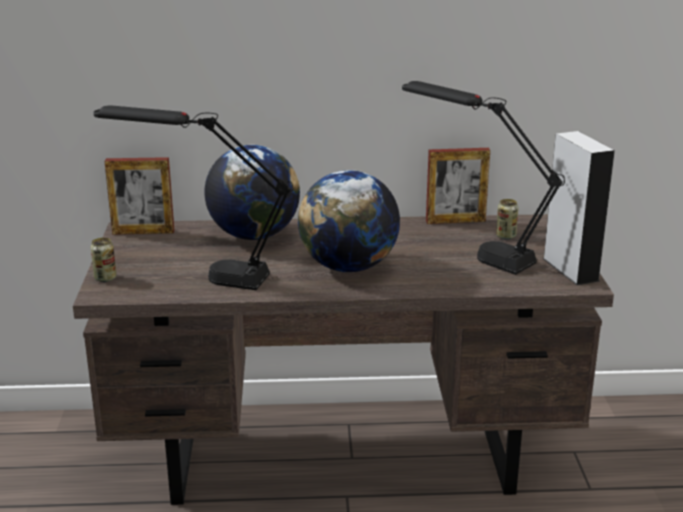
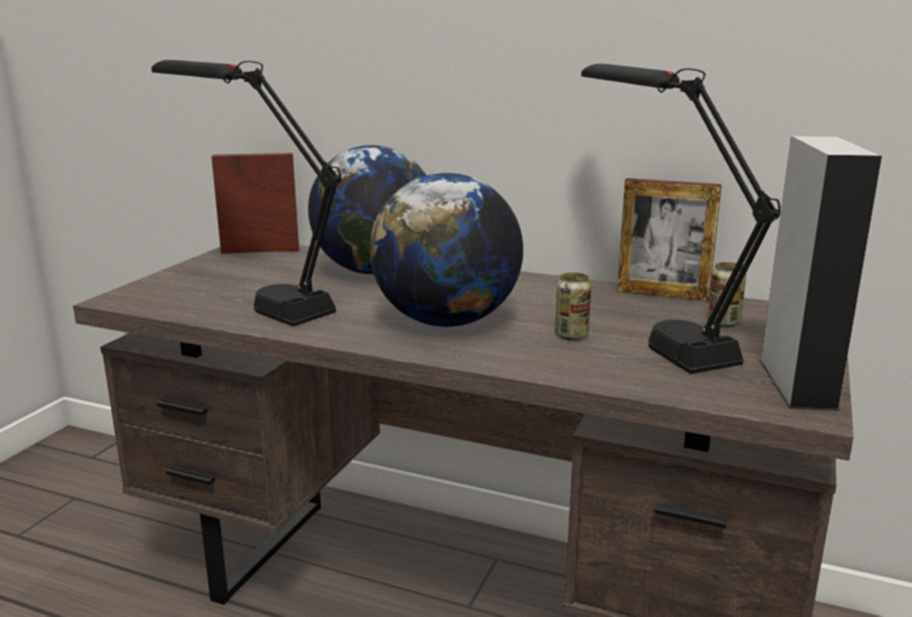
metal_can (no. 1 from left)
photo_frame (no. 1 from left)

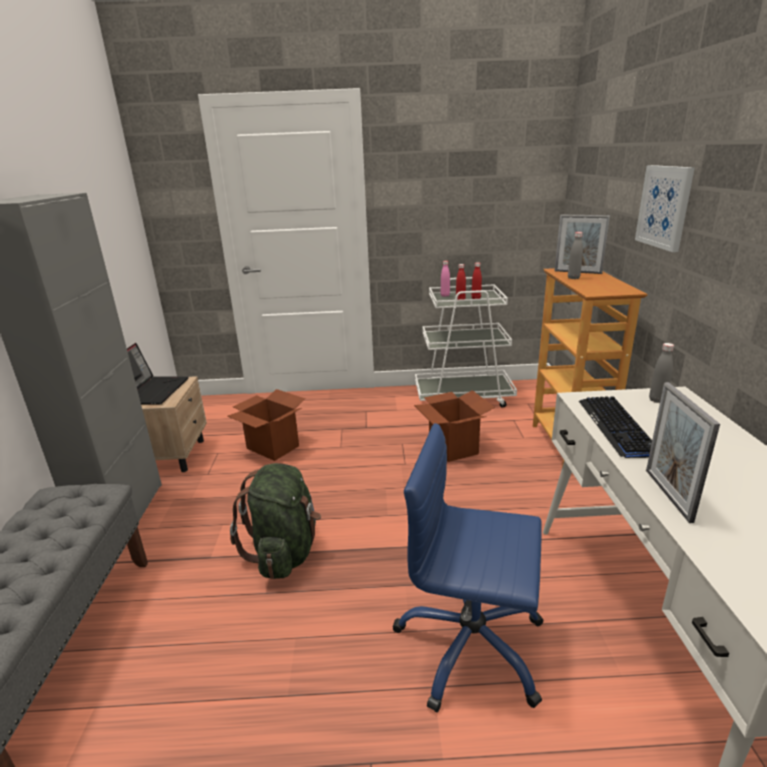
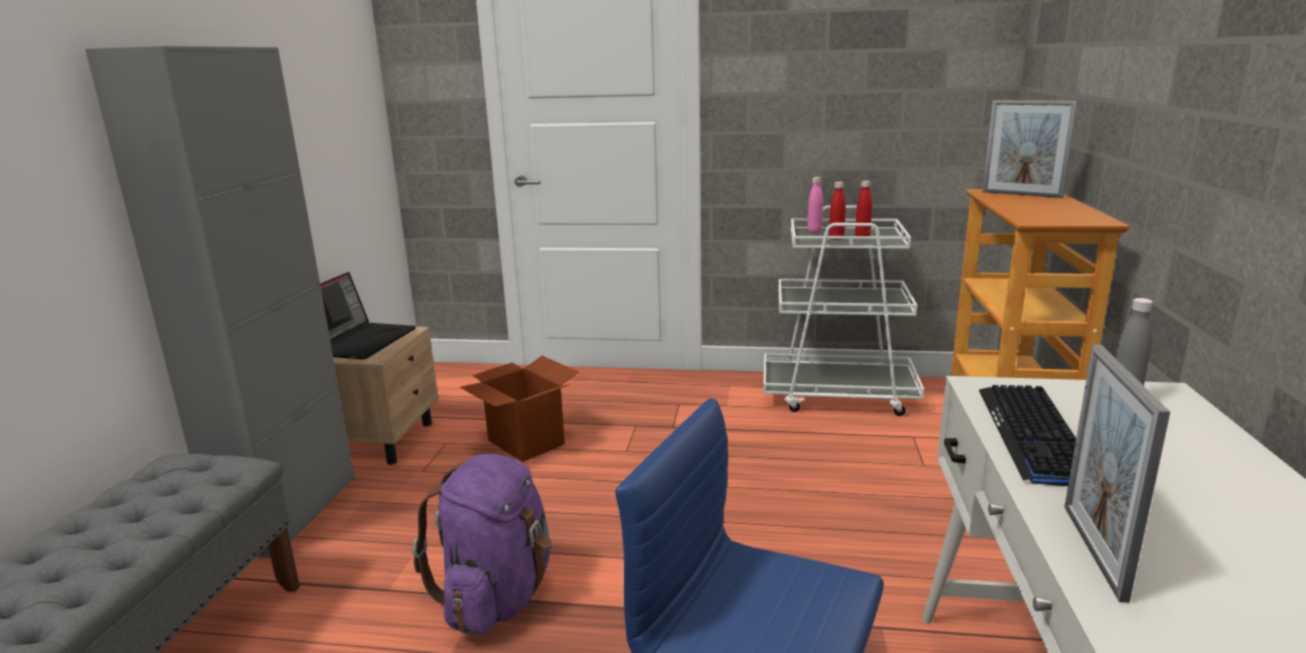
packing_box (no. 2 from left in the first image)
gray_bottle (no. 1 from left in the first image)
wall_picture
purple_backpack

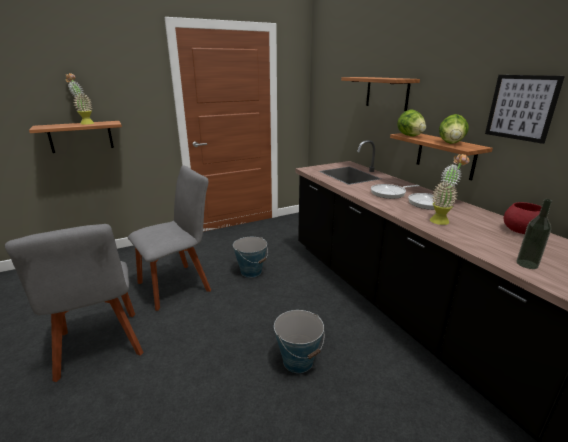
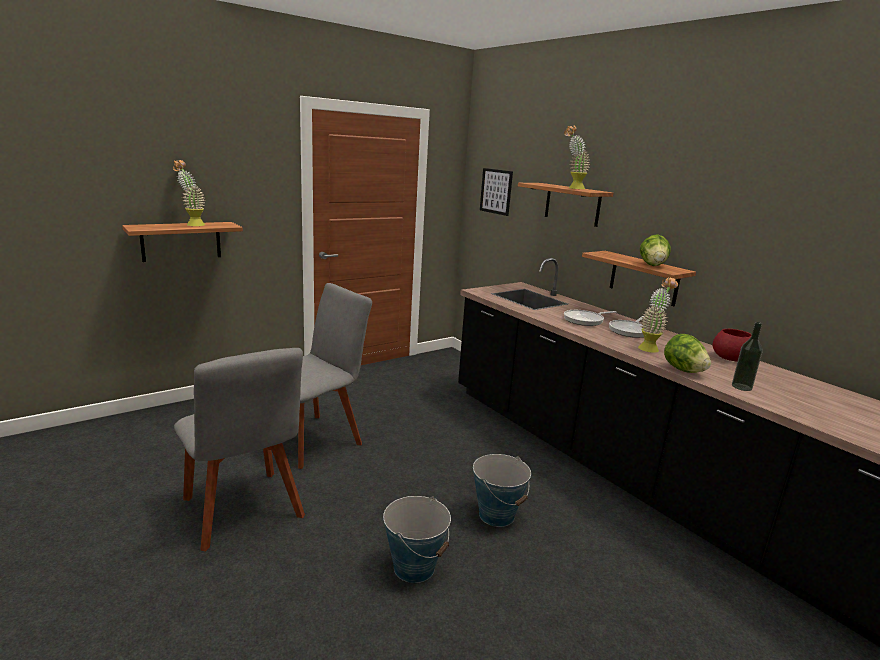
potted_plant (no. 2 from left)
water_bucket (no. 1 from left)
lettuce_head (no. 2 from left)
wall_picture

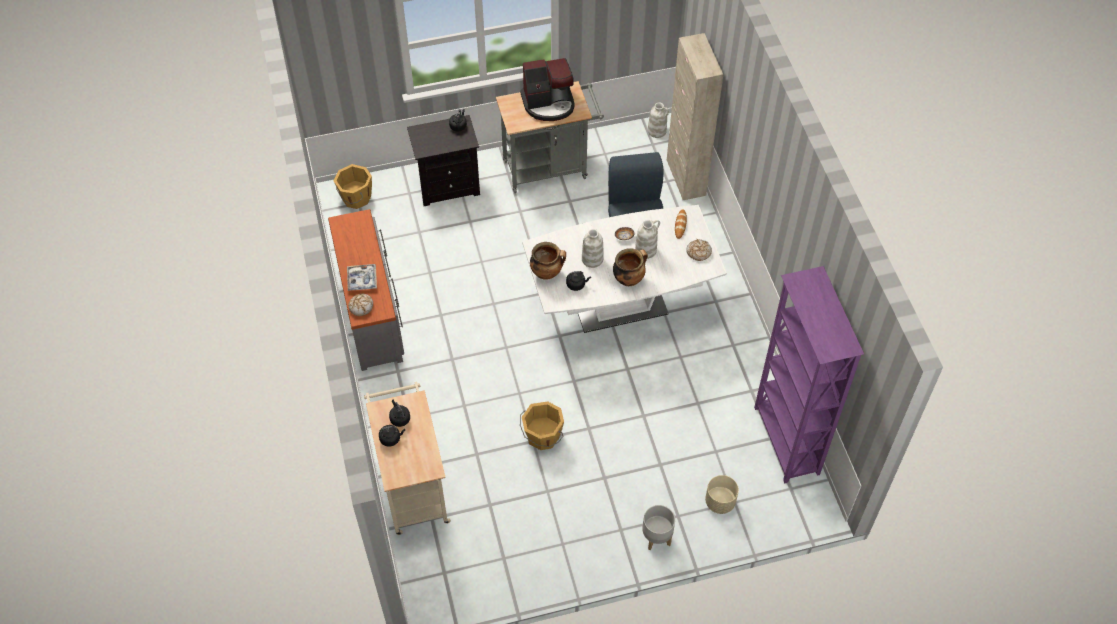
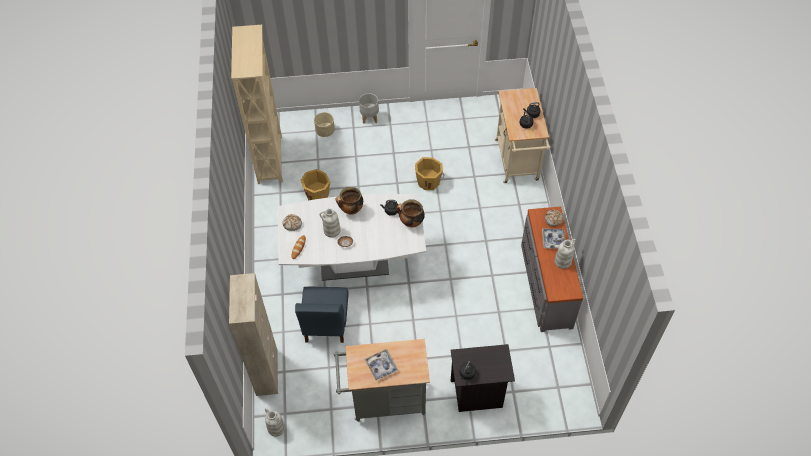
orangey_water_bucket (no. 1 from left)
white-coloured_vase (no. 3 from left)
serving_tray (no. 1 from left)
beige-coloured_bookshelf

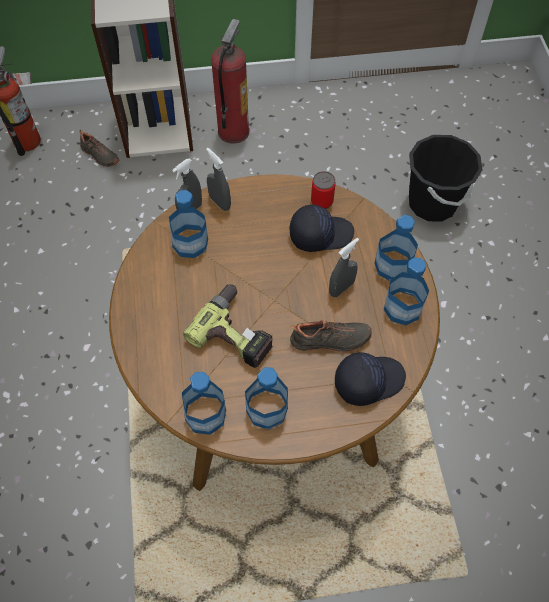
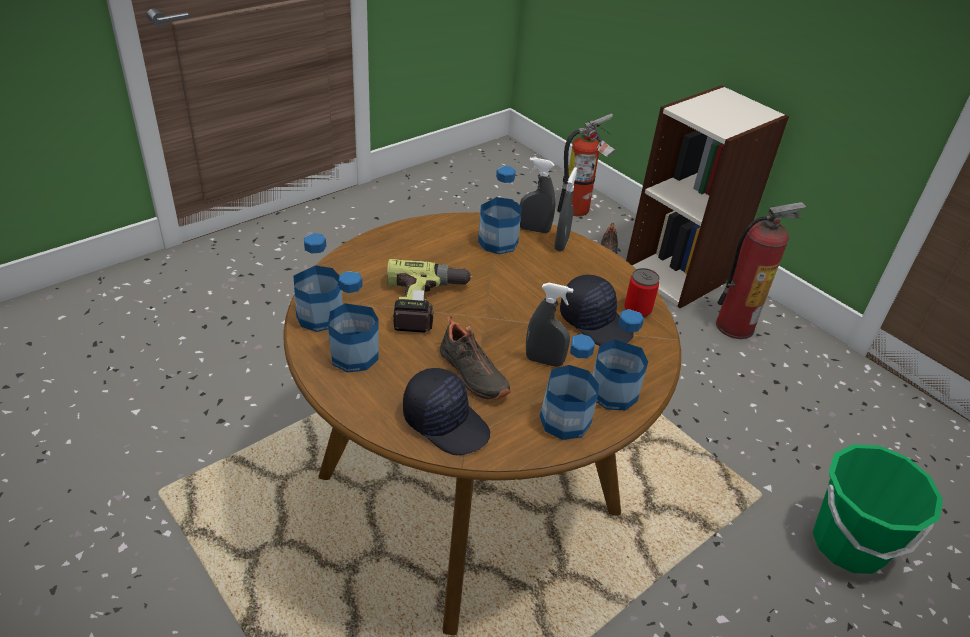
green-coloured_water_bucket

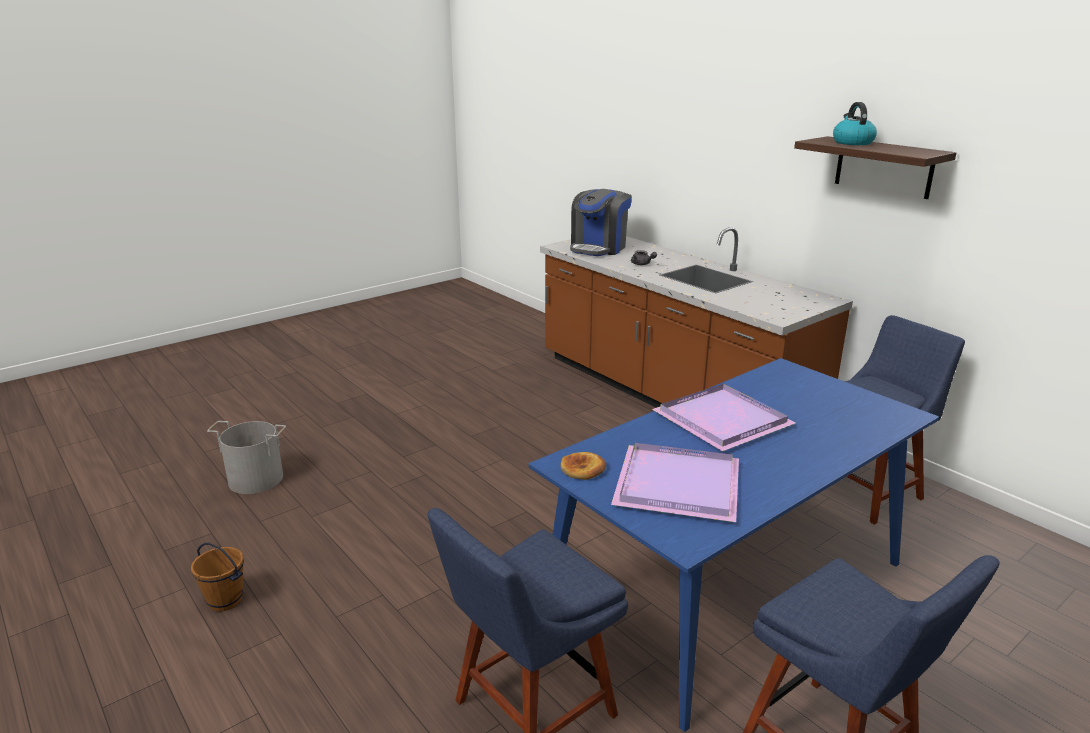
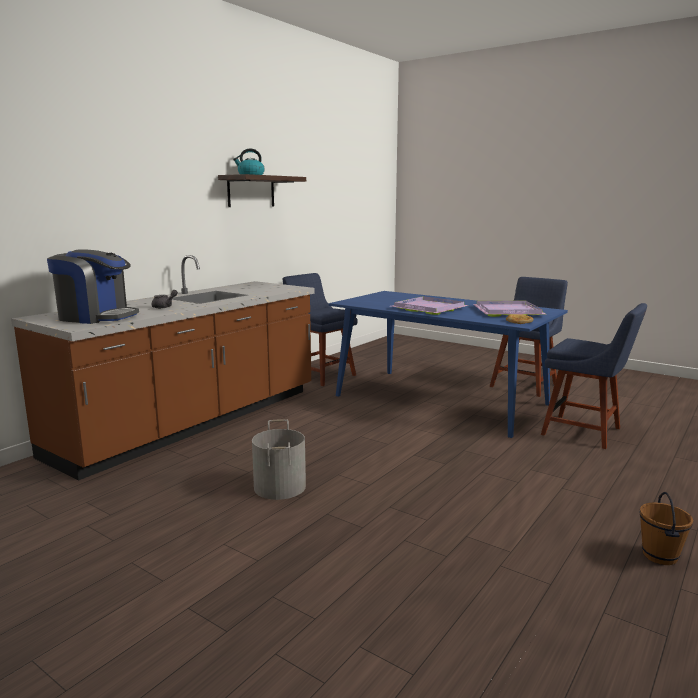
gray_water_bucket

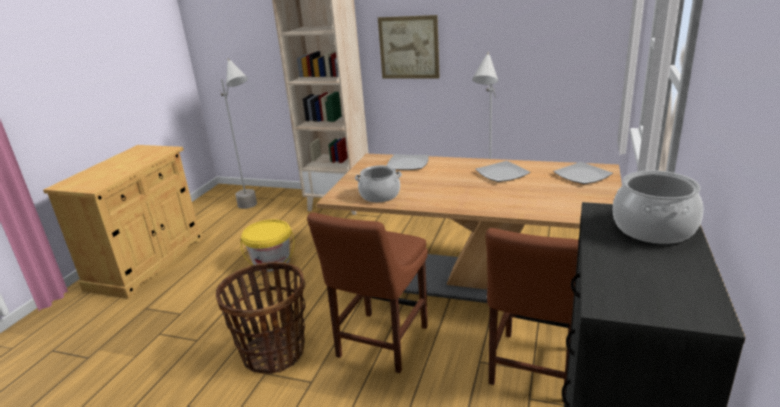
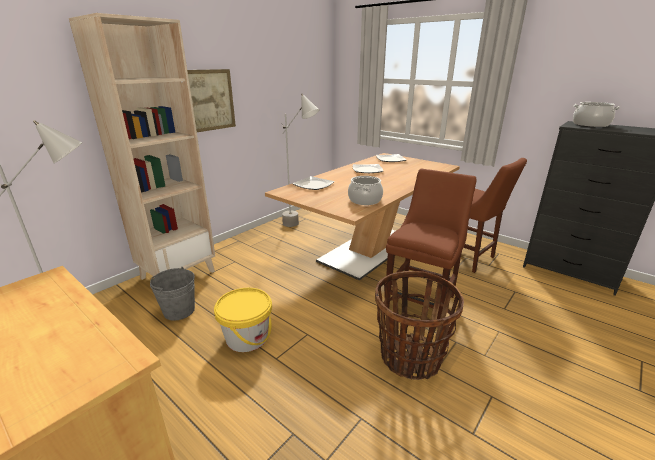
gray_water_bucket
brown-coloured_plain_chair (no. 1 from left)

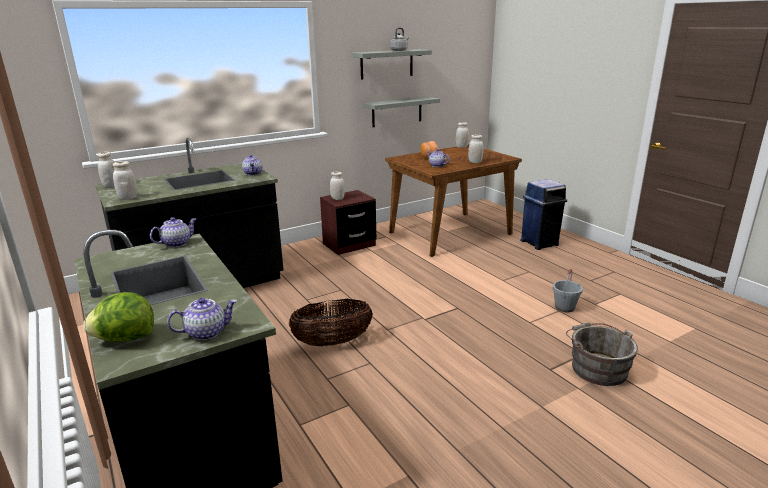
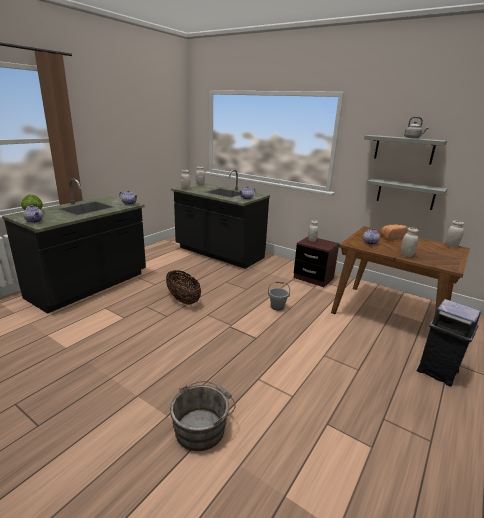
gray_water_bucket (no. 2 from left)

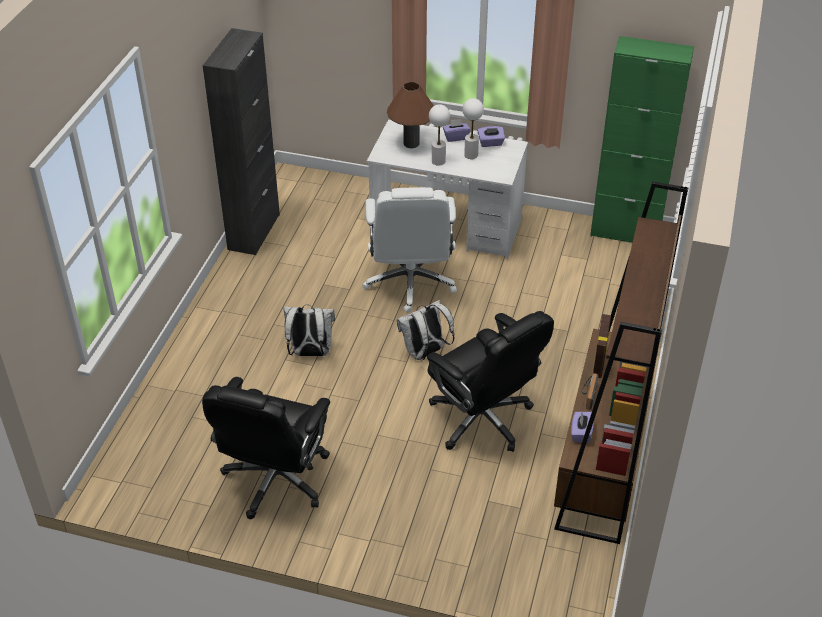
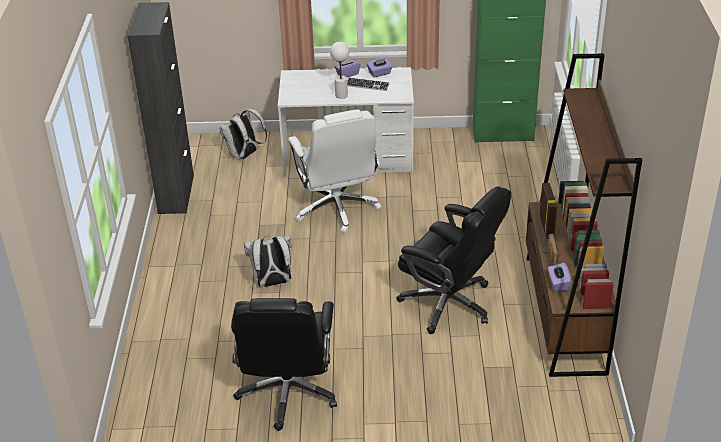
brown-coloured_lamp_for_a_table
white-coloured_backpack (no. 1 from left)
keyboard

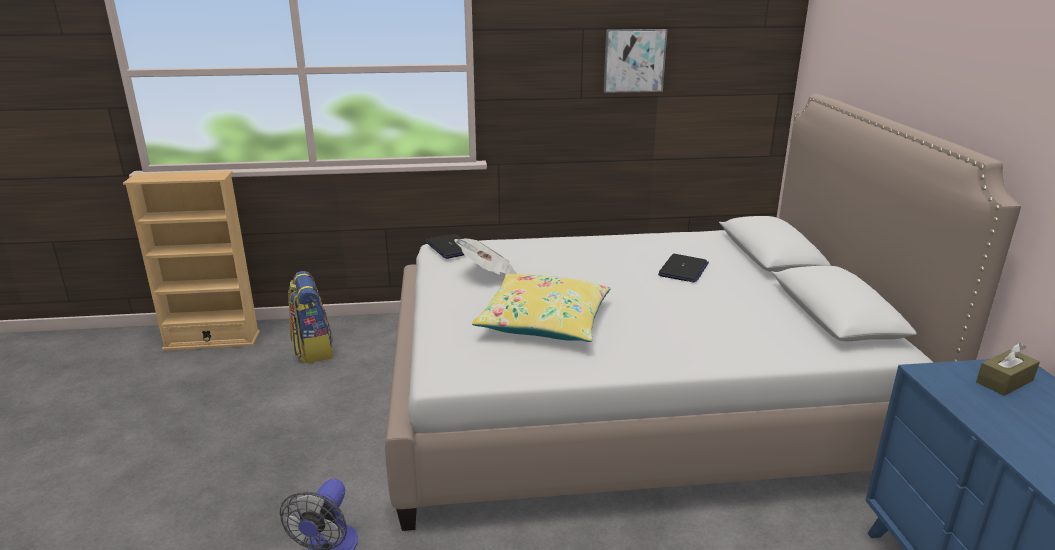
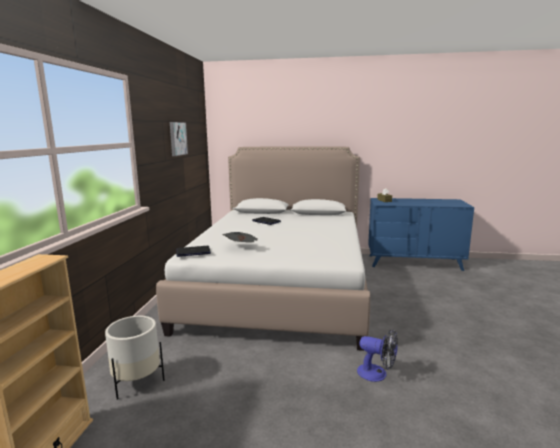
yellow_pillow
white-coloured_flower_pot

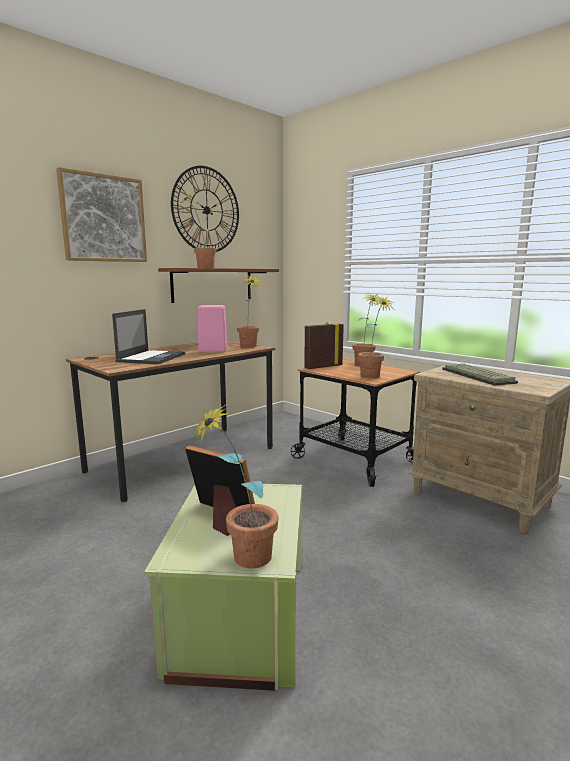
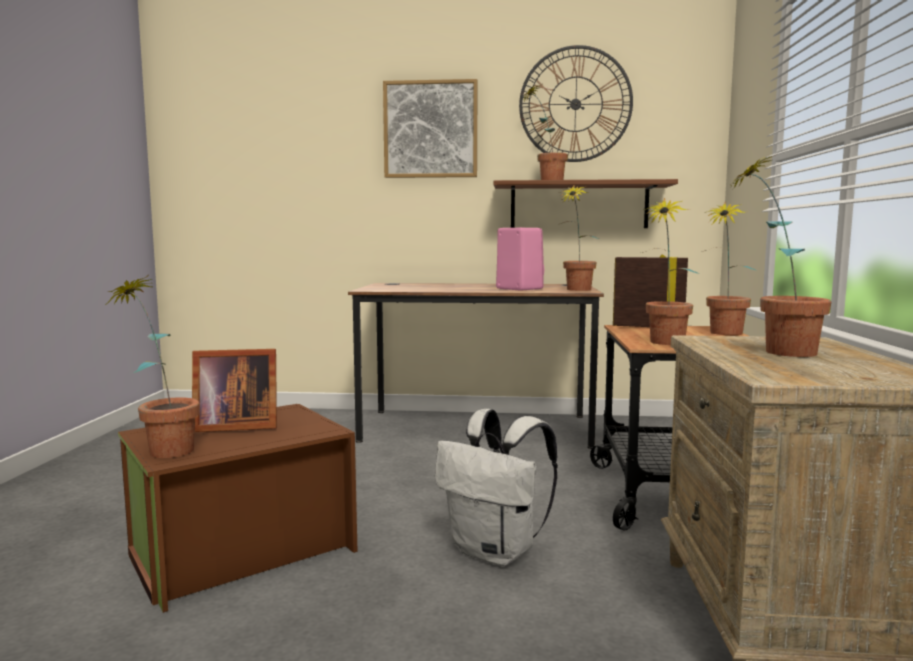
notebook_computer
white-coloured_backpack
potted_plant (no. 6 from left)
brown-coloured_storage_bin
photo_frame (no. 1 from left)

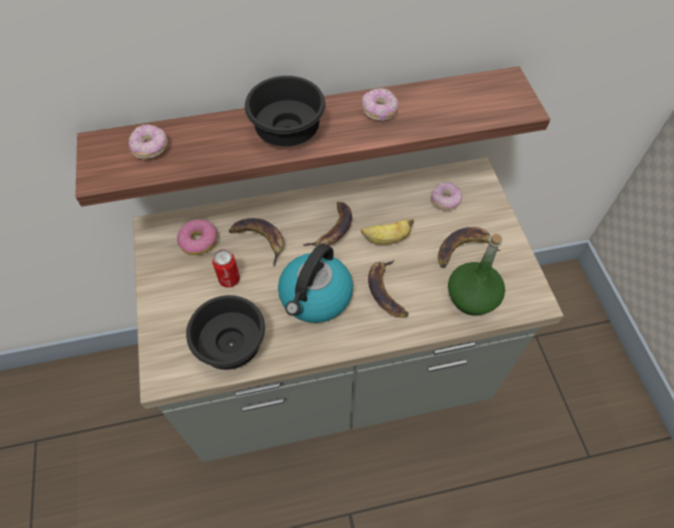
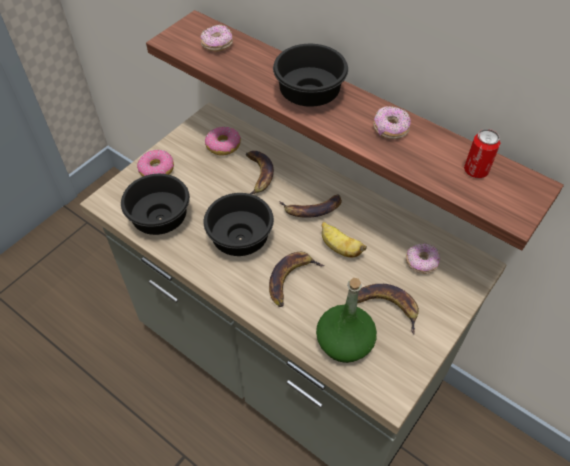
ring_doughnut (no. 1 from left)
metal_can
black-coloured_deep_dish (no. 2 from left)

